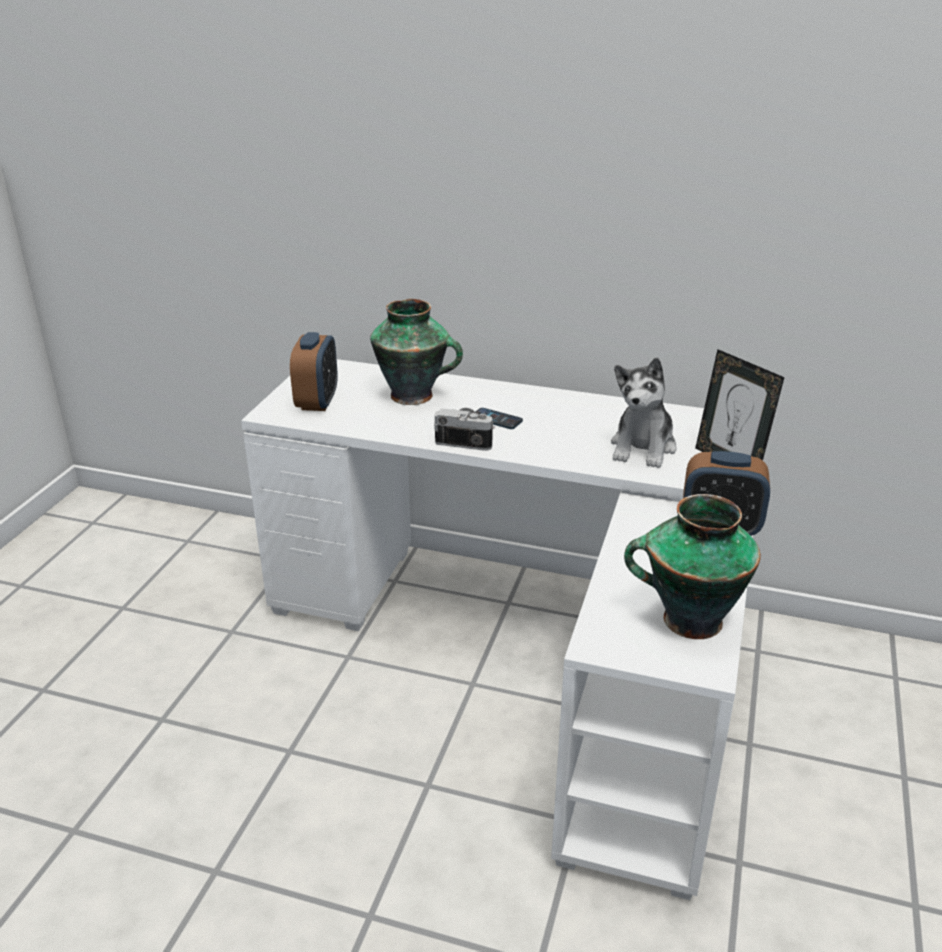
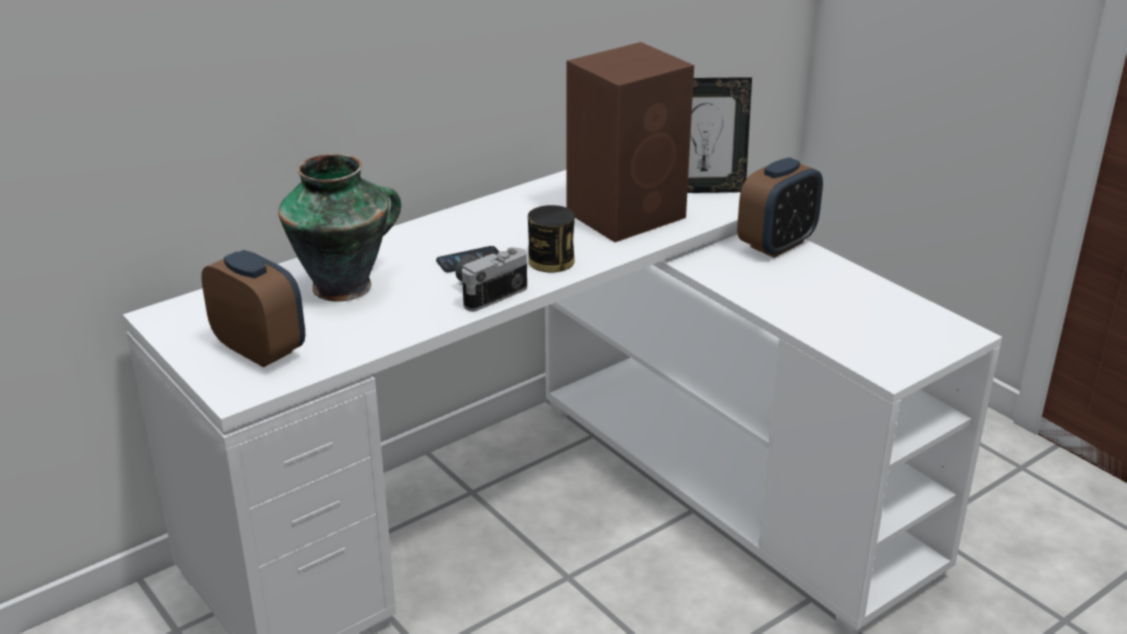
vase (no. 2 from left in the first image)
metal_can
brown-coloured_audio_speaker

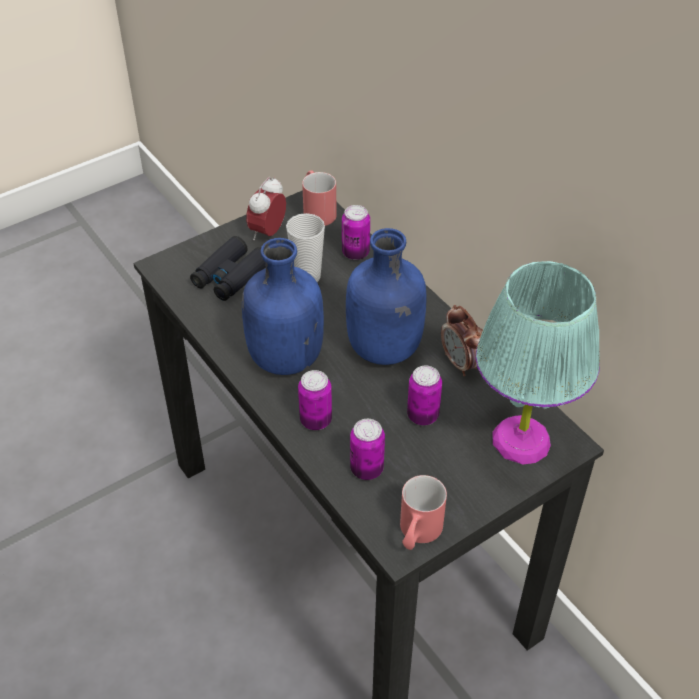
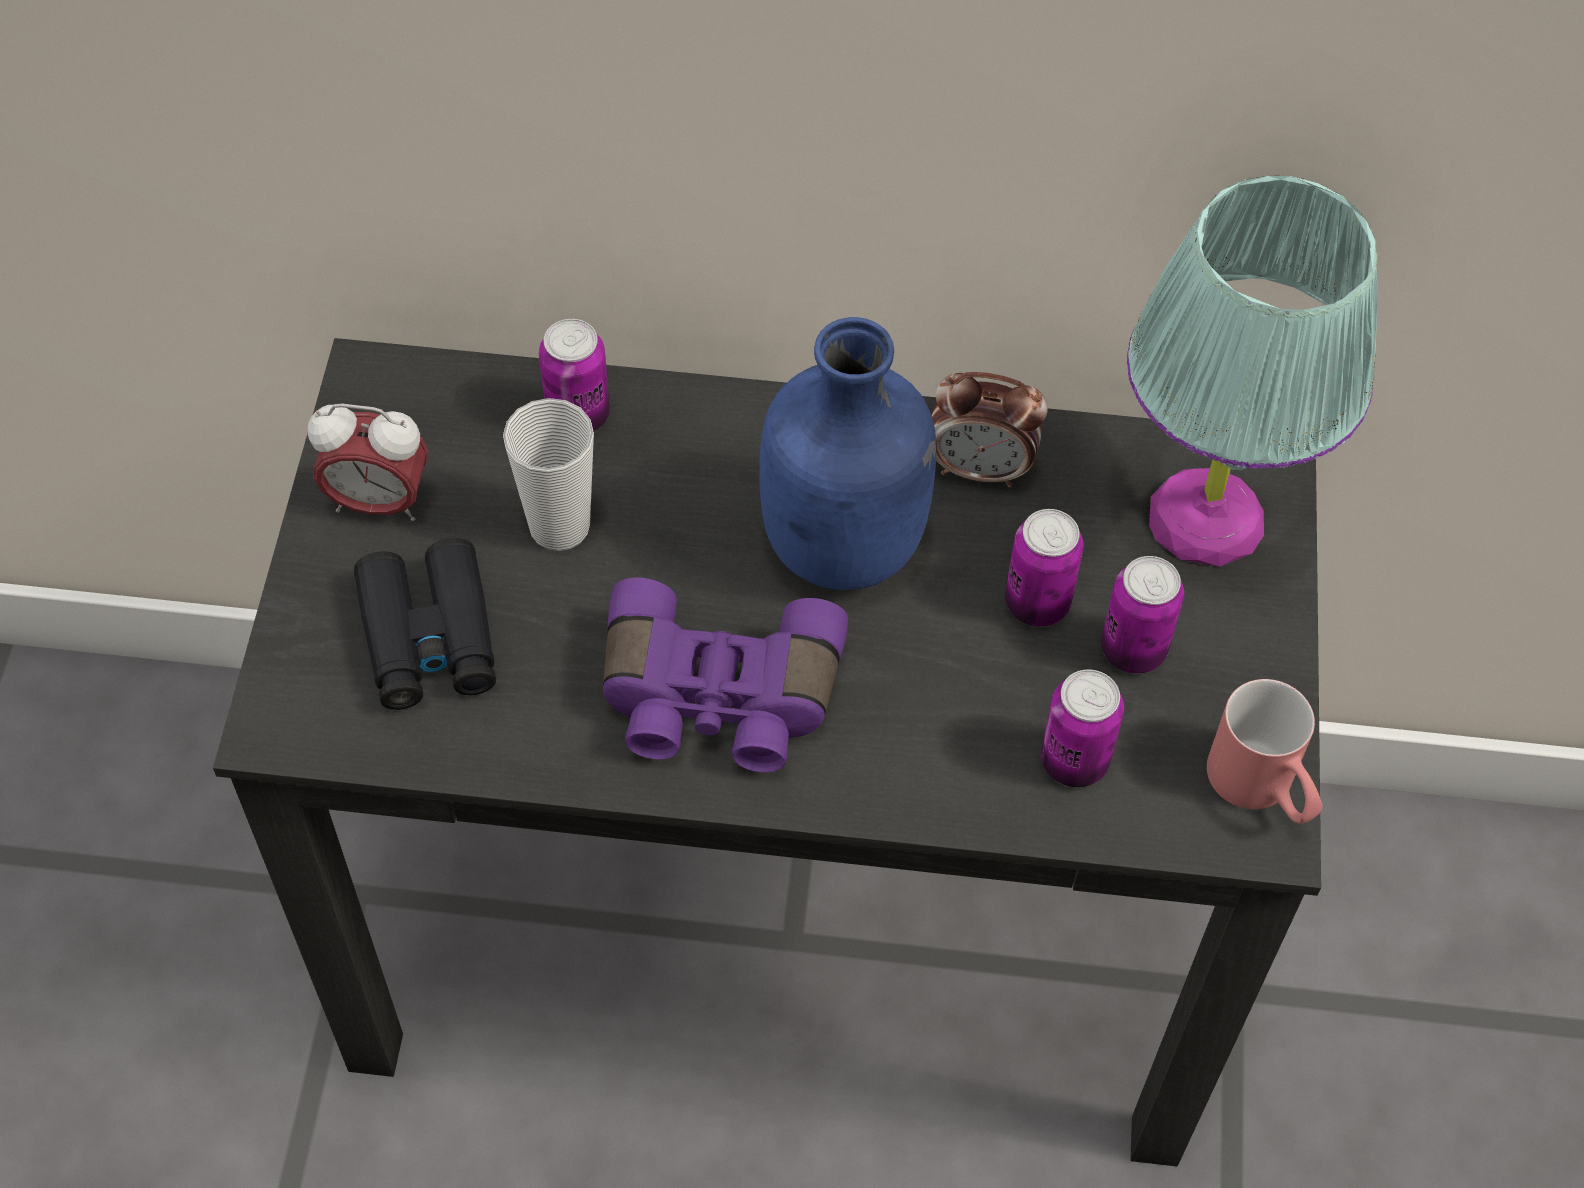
red_tea_mug (no. 1 from left in the first image)
metal_can (no. 4 from left)
purple_field_glasses
table_clock (no. 1 from left)

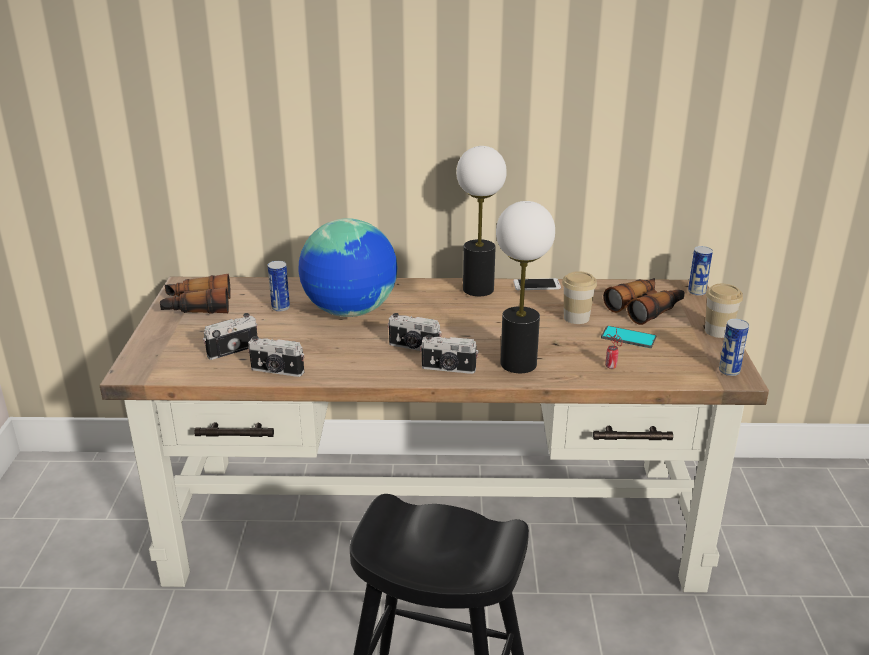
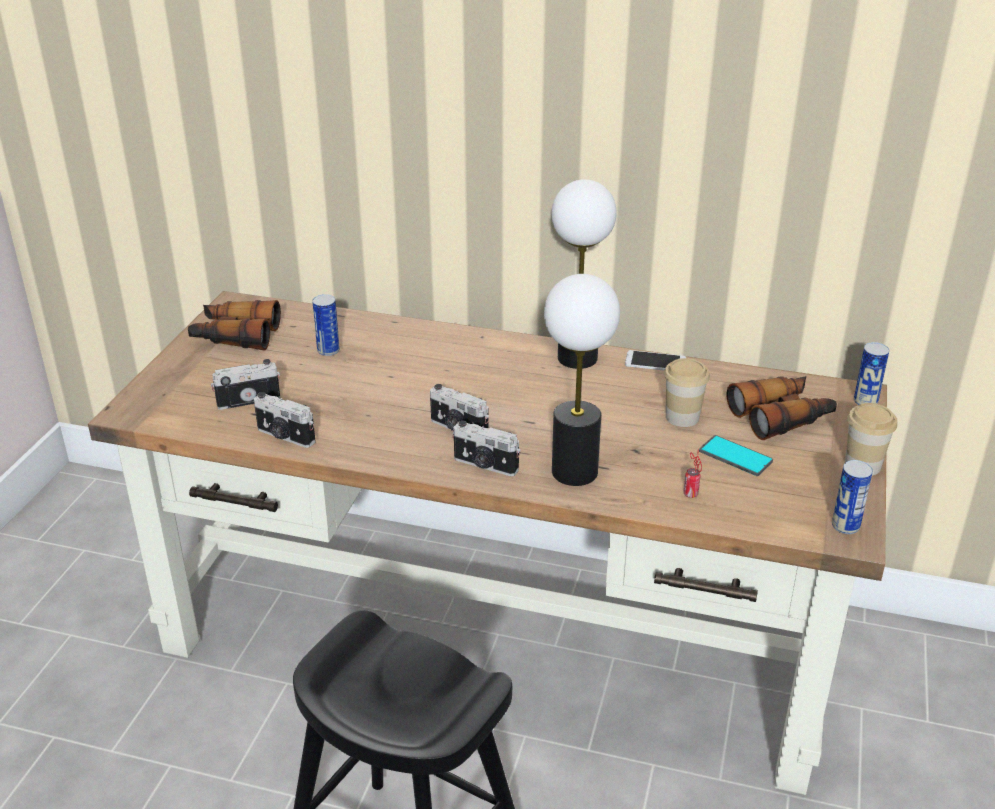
world_globe

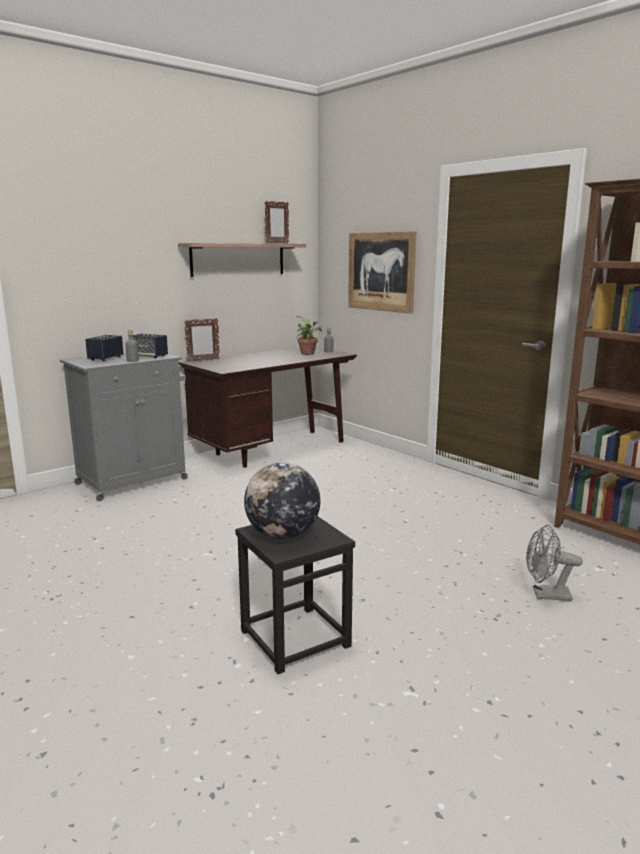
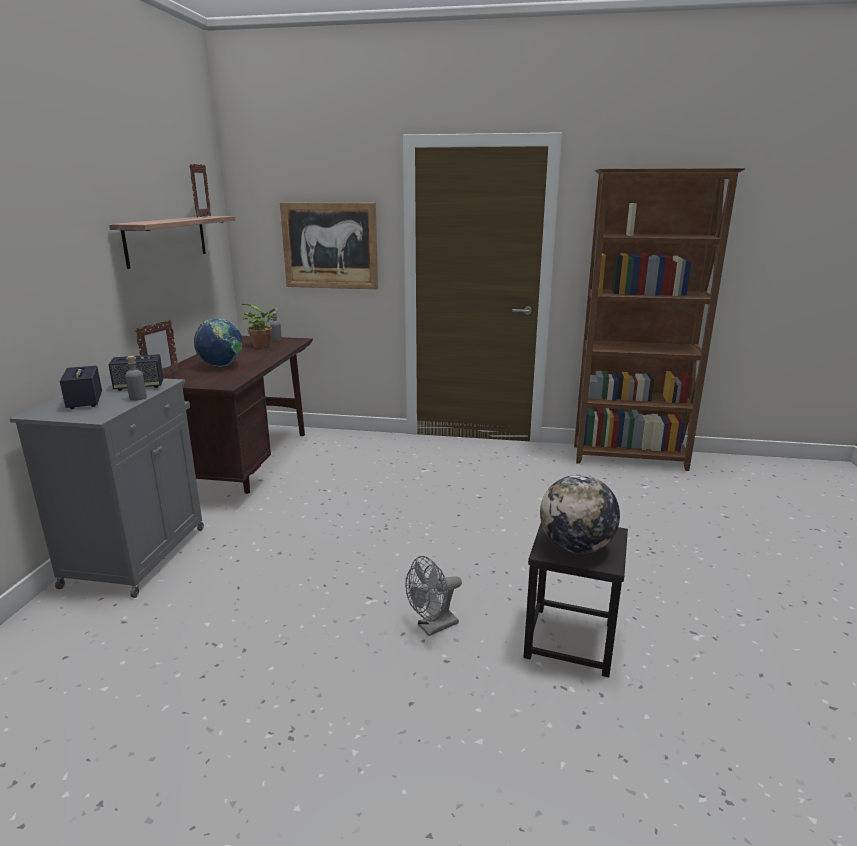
world_globe (no. 1 from left)
gray_fan

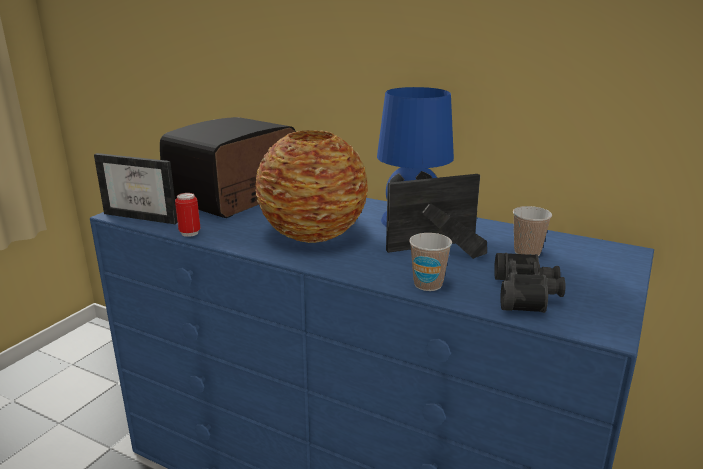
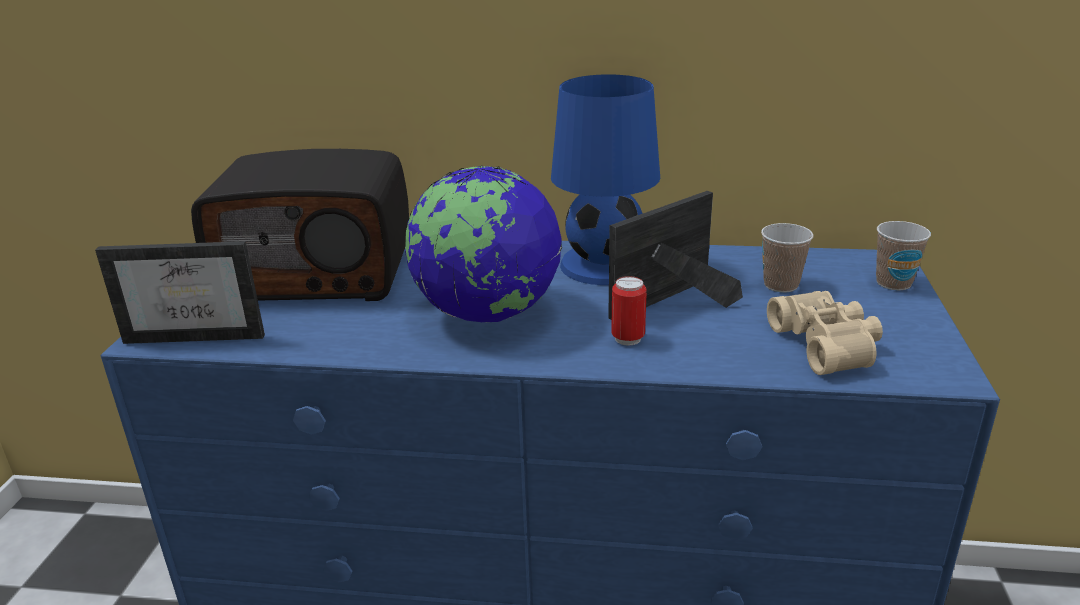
metal_can
small_cup (no. 2 from left)
world_globe
beige-coloured_field_glasses
radio

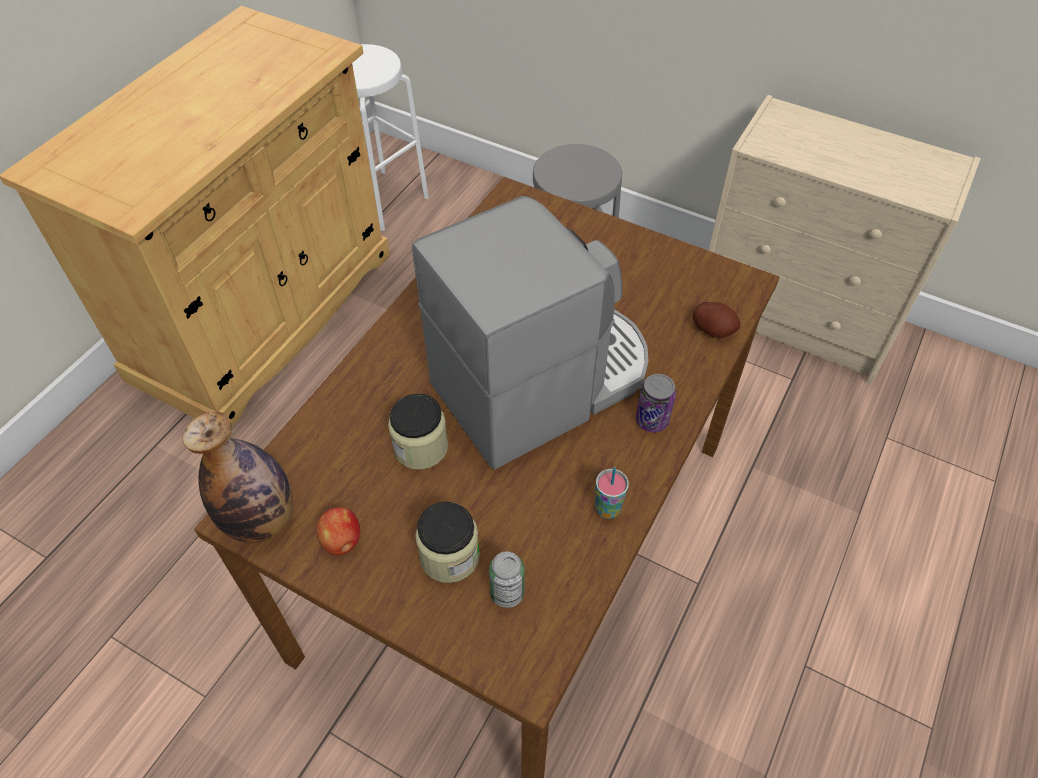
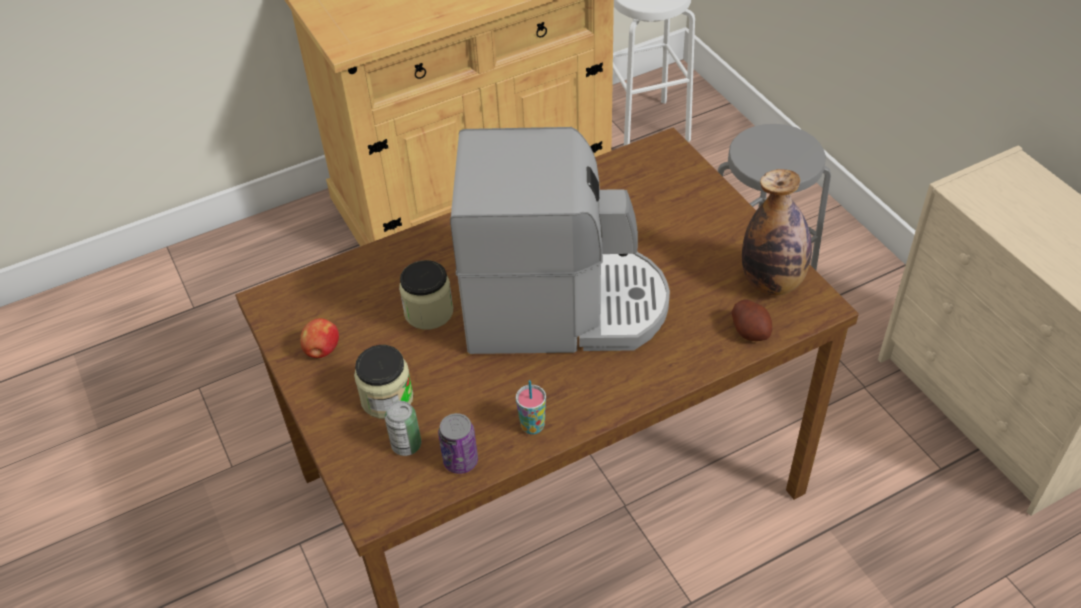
bottle
metal_can (no. 2 from left)

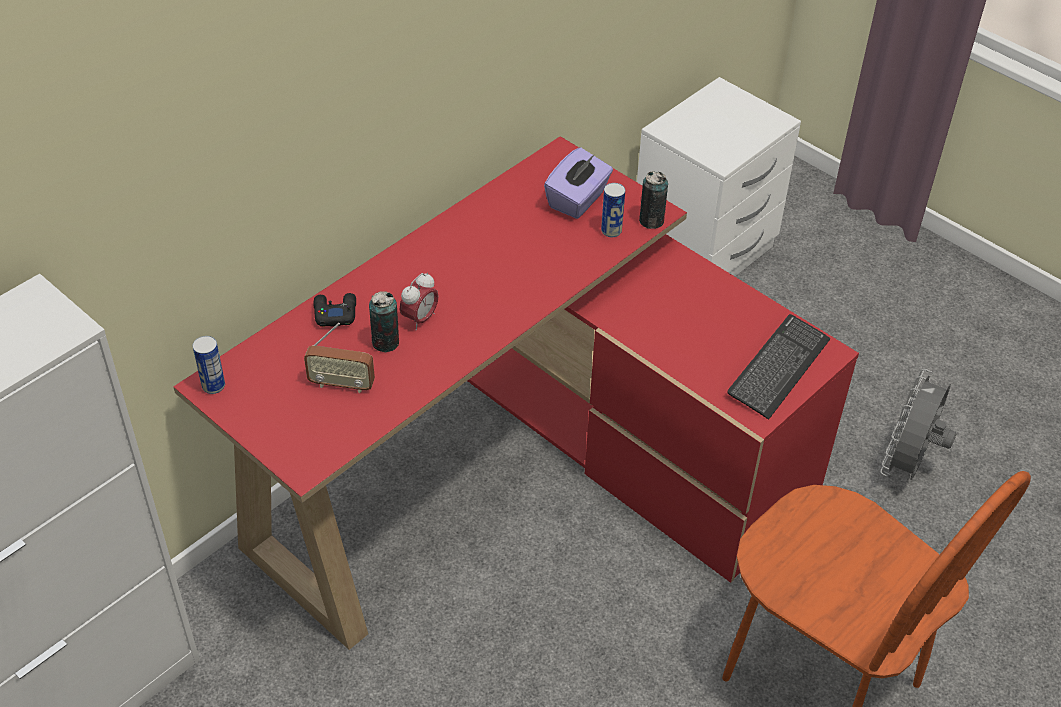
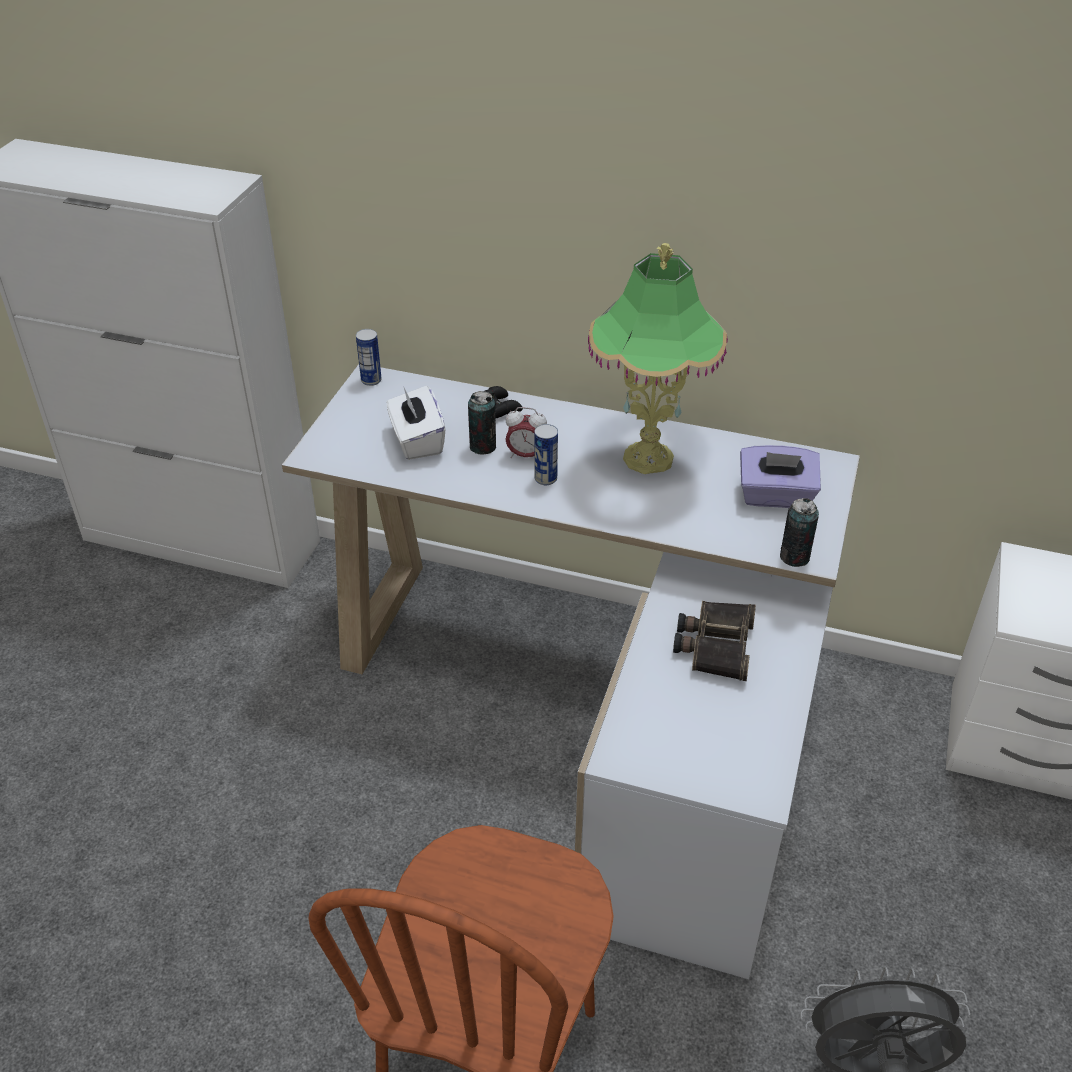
keyboard
lamp_for_a_table
field_glasses
metal_can (no. 3 from left)
white-coloured_box_of_tissues
white-coloured_desk_unit

